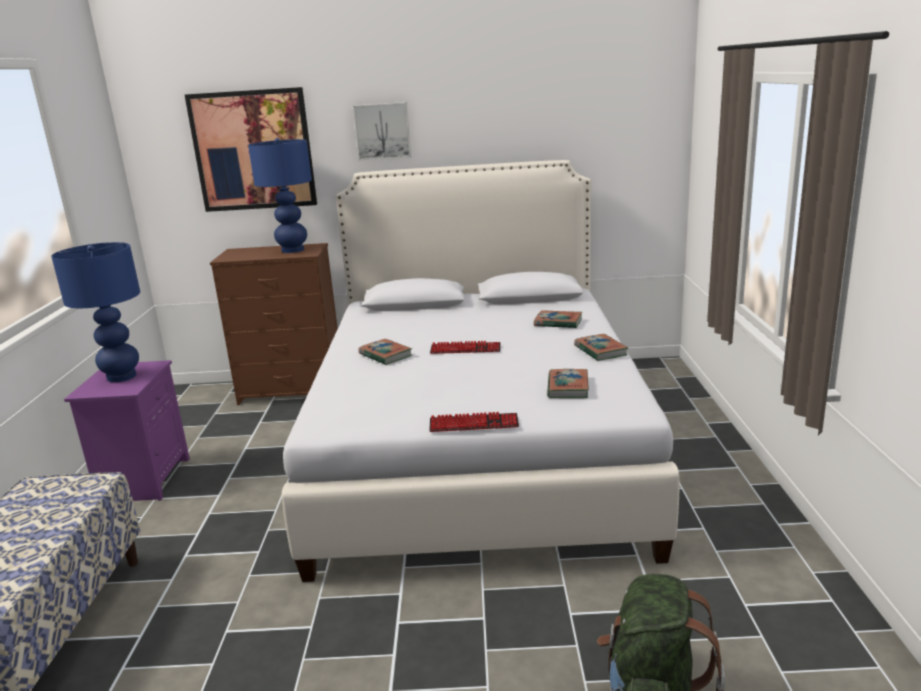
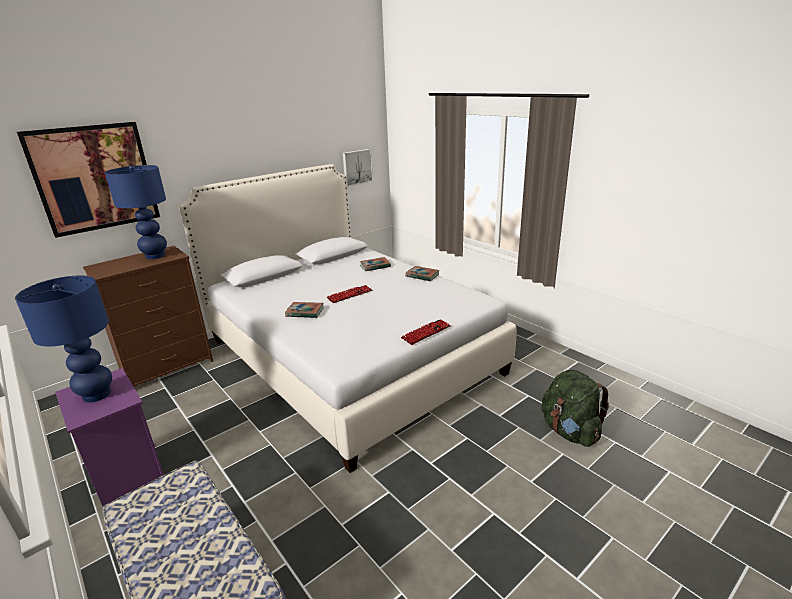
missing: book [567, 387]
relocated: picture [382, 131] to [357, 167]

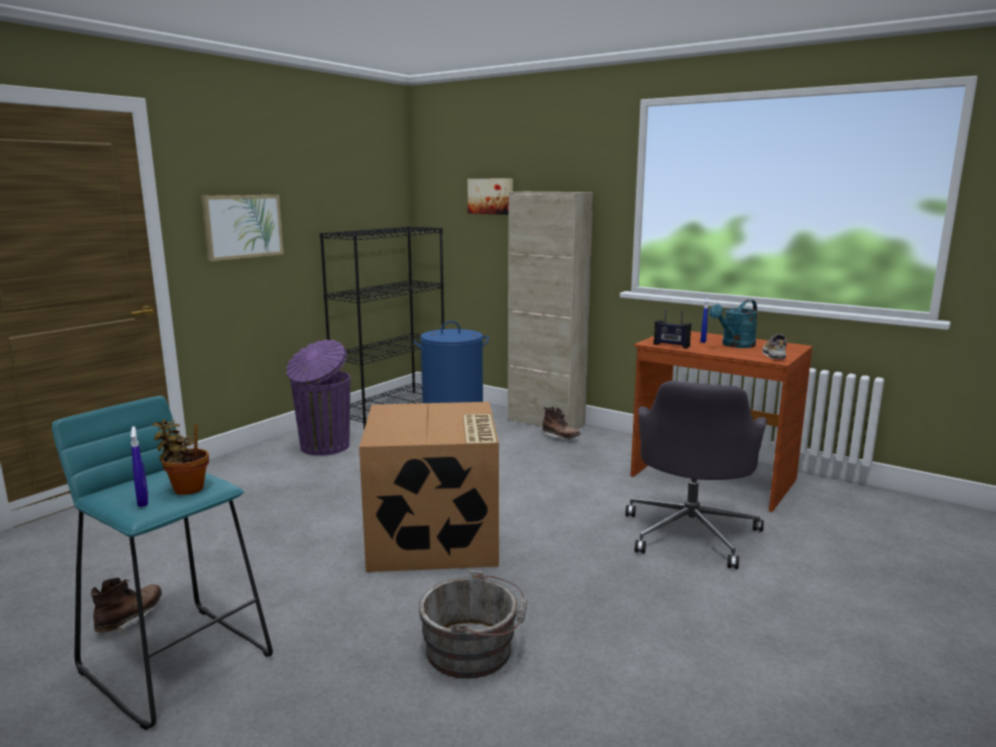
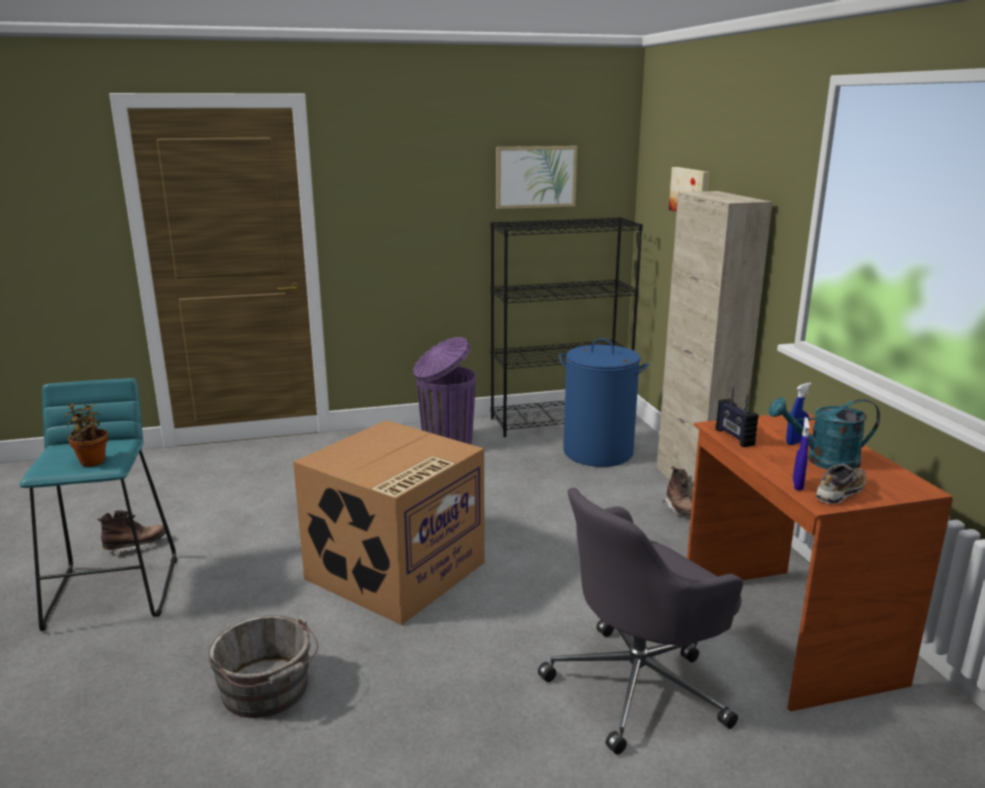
relocated: blue spray bottle [143, 501] to [797, 485]; picture [243, 226] to [535, 177]

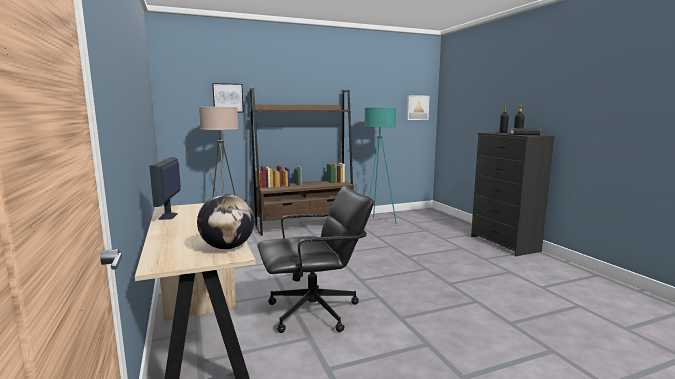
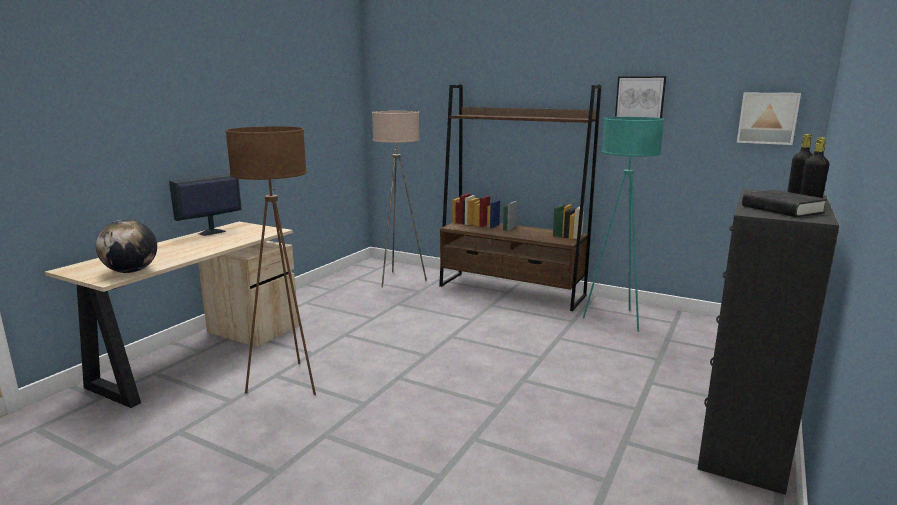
relocated: picture [228, 98] to [640, 99]
exchanged: black office chair [314, 311] to brown floor lamp [287, 383]

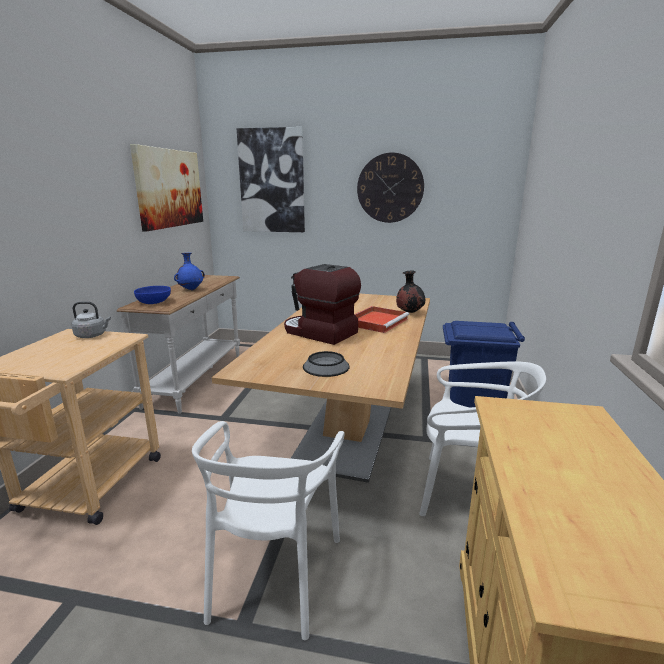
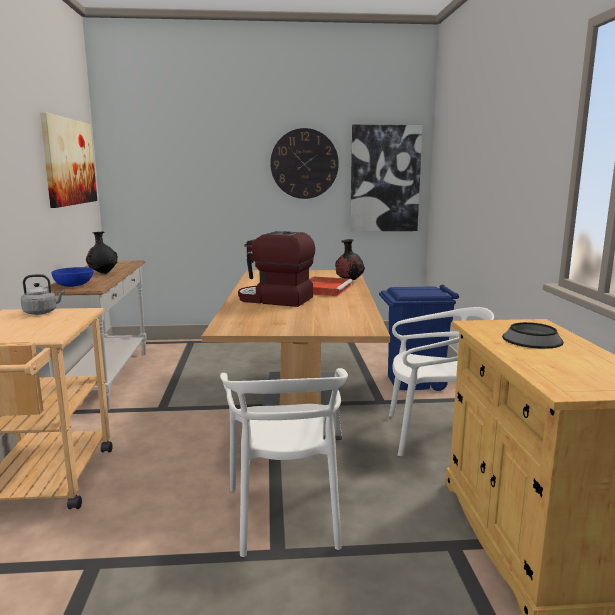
relocated: picture [272, 181] to [385, 179]; bowl [326, 367] to [532, 339]
colour: blue vase [191, 289] to black vase [103, 273]

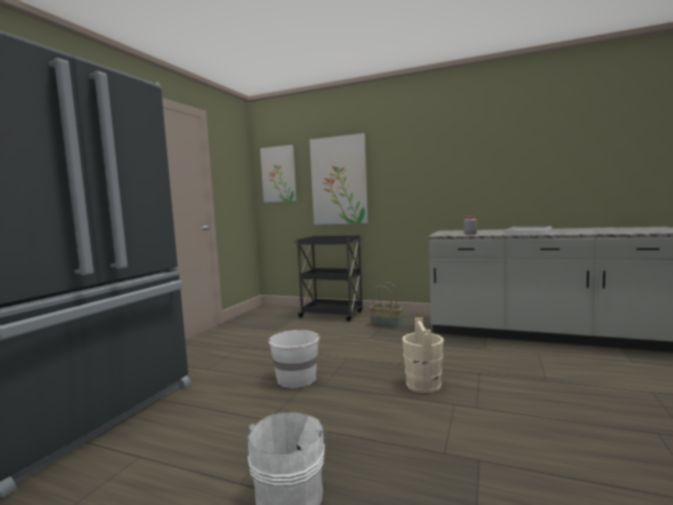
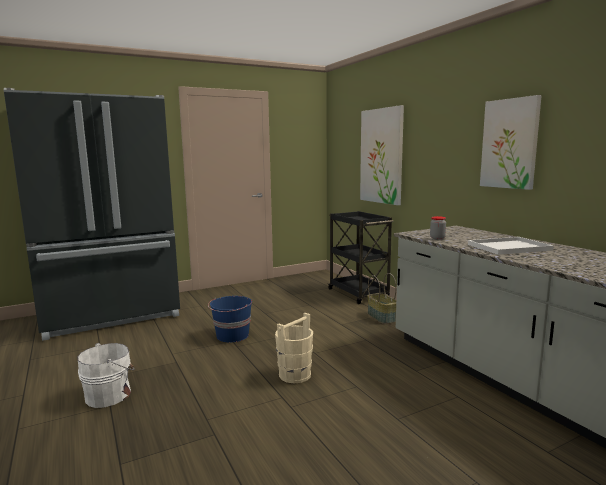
relocated: picture [279, 174] to [510, 144]
colour: white bucket [296, 379] to blue bucket [232, 336]

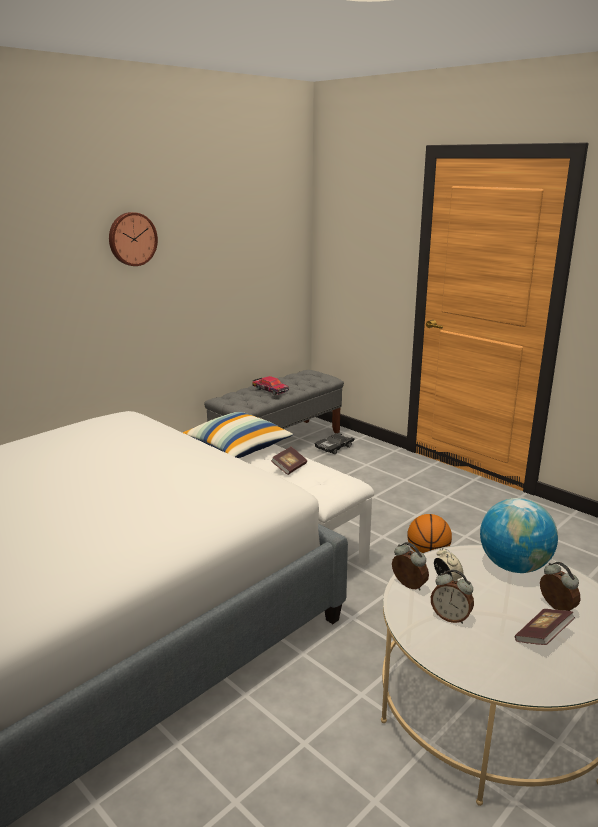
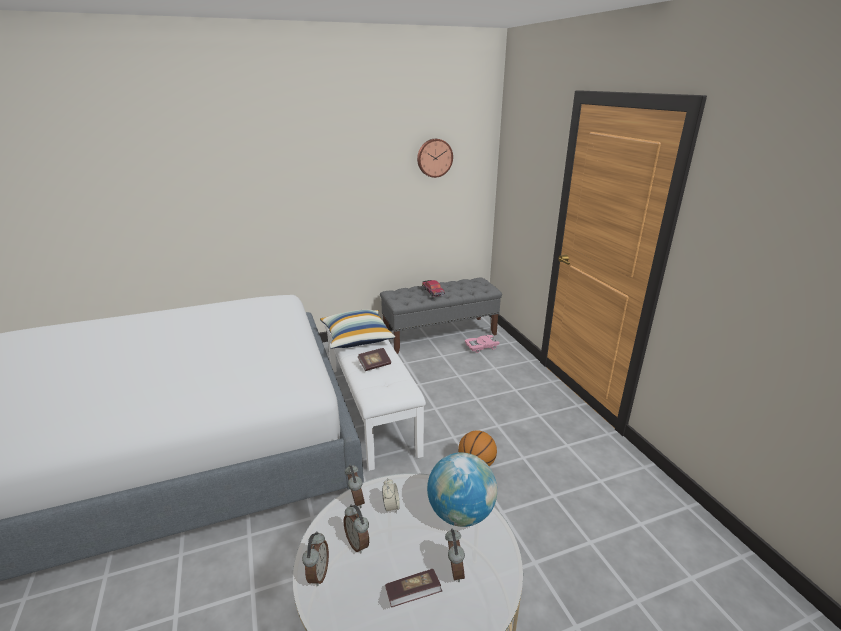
appeared: alarm clock [317, 574]
relocated: wall clock [132, 239] to [434, 158]
colour: black toy car [334, 447] to pink toy car [481, 347]

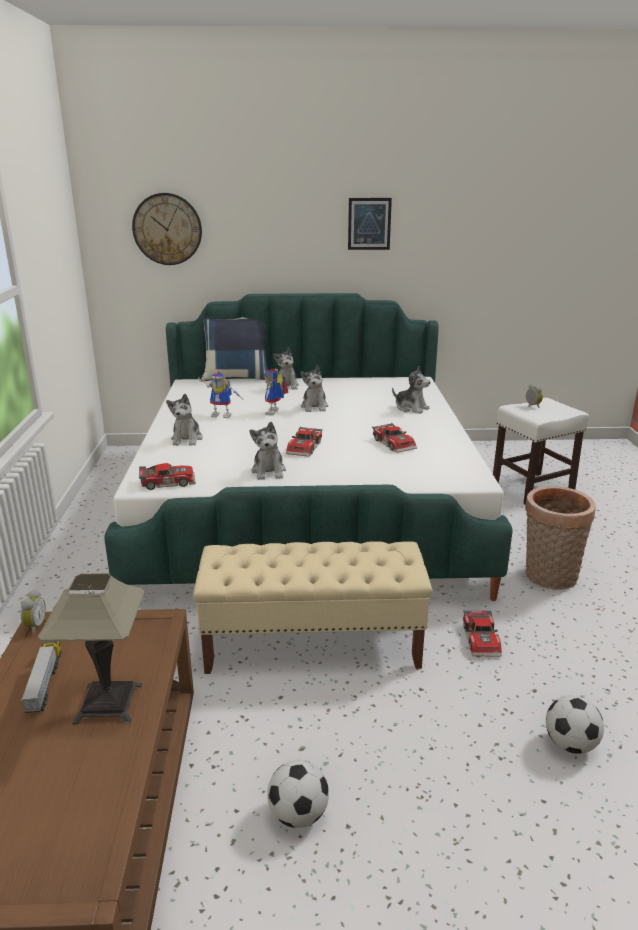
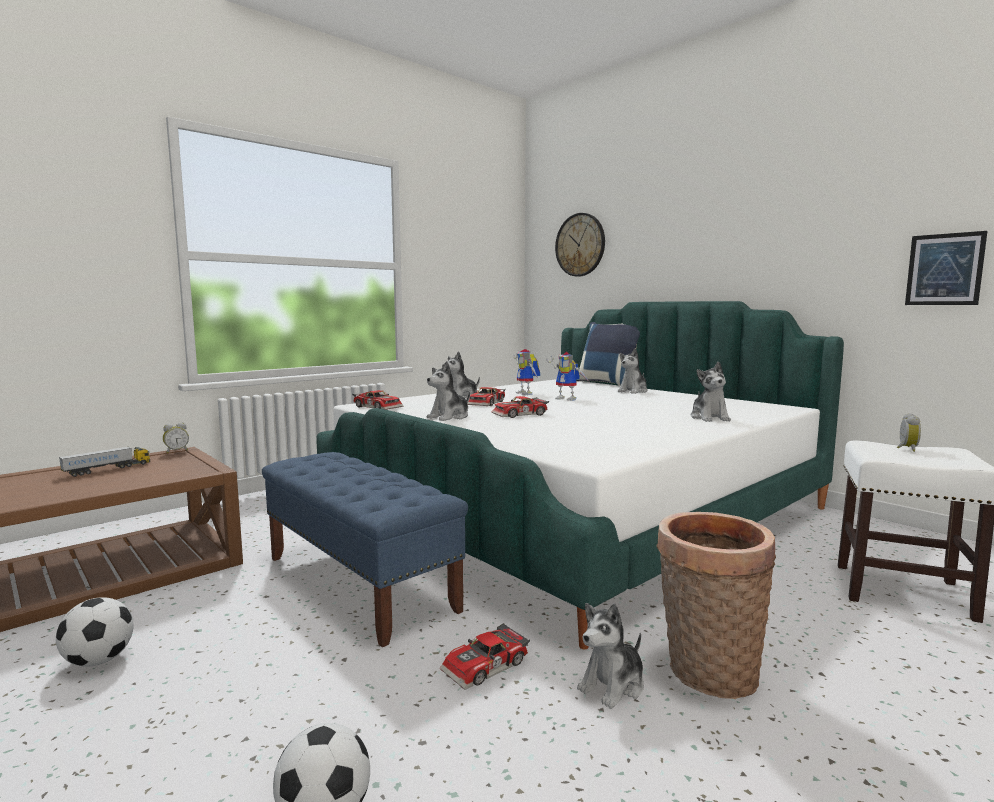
missing: table lamp [108, 703]
relocated: plush toy [314, 407] to [613, 685]; picture [369, 224] to [944, 269]; toy car [395, 443] to [487, 403]
colour: beige bench [313, 645] to blue bench [359, 583]
spun: toy robot [274, 413] = [568, 399] 120 degrees counterclockwise

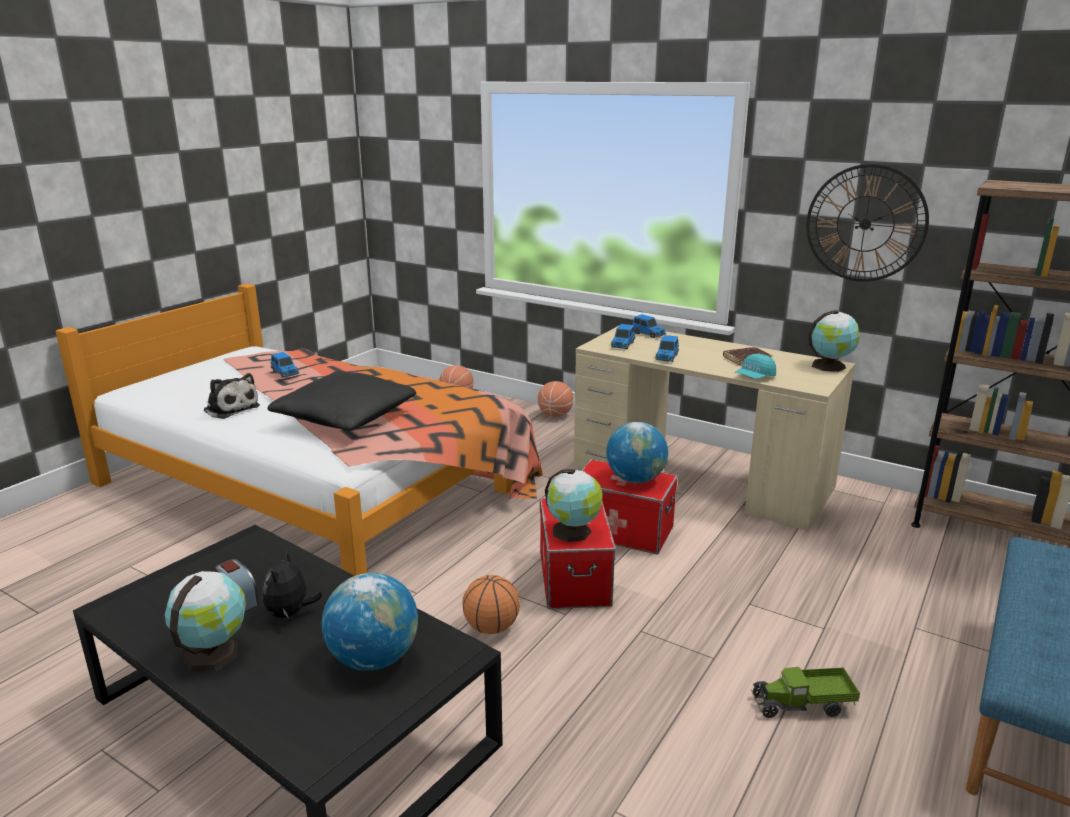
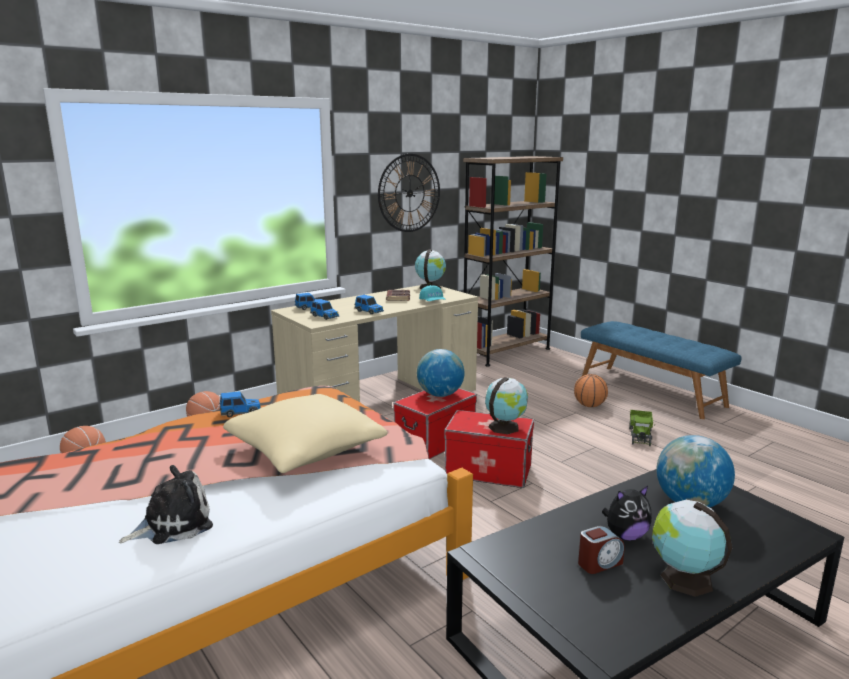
relocated: toy car [285, 373] to [241, 412]; basketball [491, 627] to [589, 406]
colour: black pillow [345, 418] to beige pillow [305, 450]
spun: plush toy [290, 613] = [625, 536] 45 degrees counterclockwise

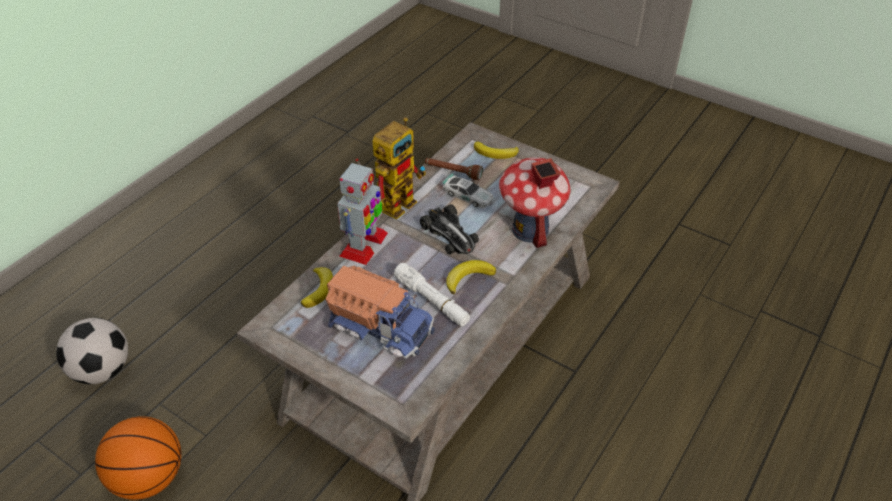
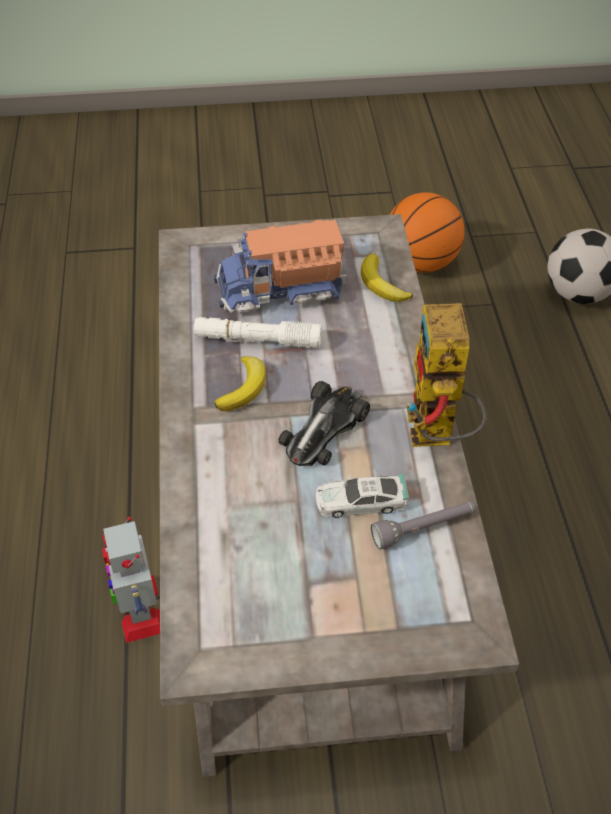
missing: banana [496, 153]; toy house [530, 230]
relocated: toy robot [363, 245] to [139, 607]
colour: brown flashlight [453, 172] to grey flashlight [423, 528]
spun: toy car [449, 233] = [323, 428] 75 degrees counterclockwise

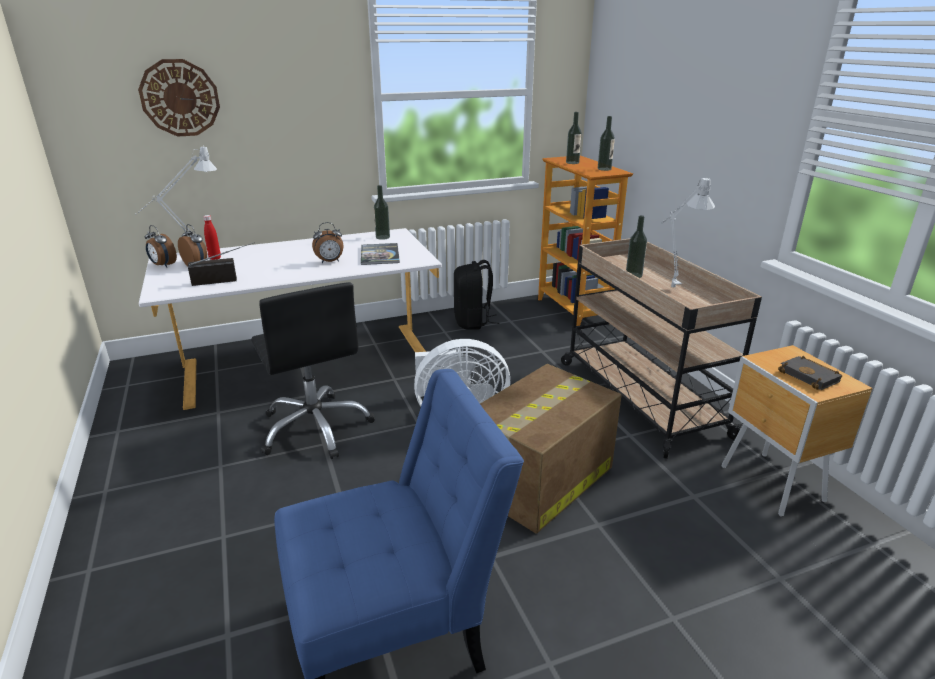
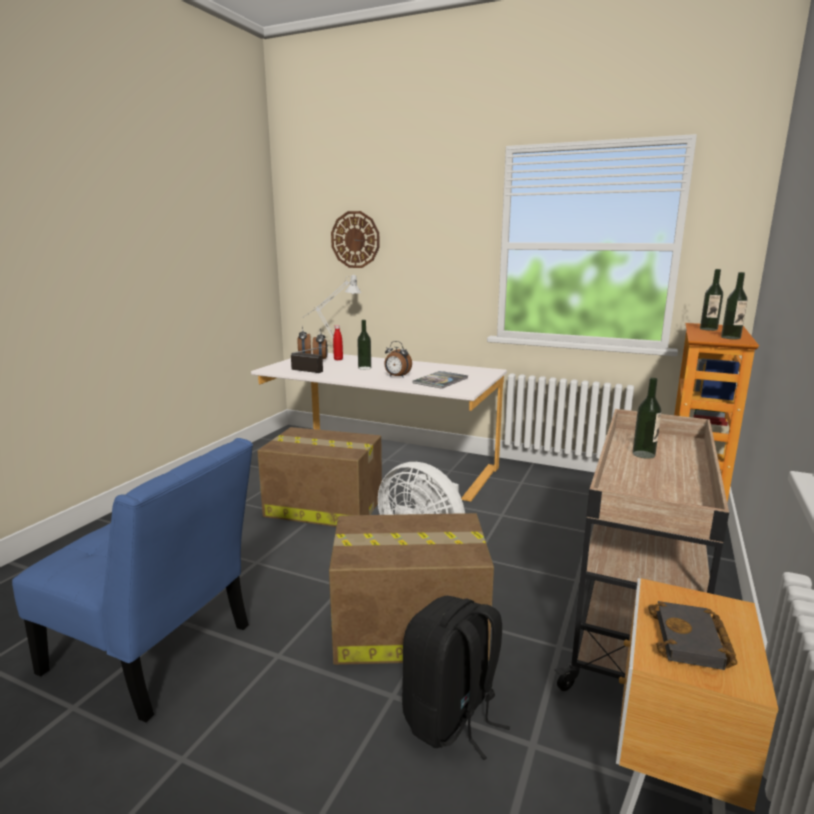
missing: grey table lamp [670, 286]
relocated: bottle [382, 237] to [364, 368]; black backpack [473, 322] to [451, 718]
exchanged: black office chair [316, 427] to cardboard box [322, 507]

